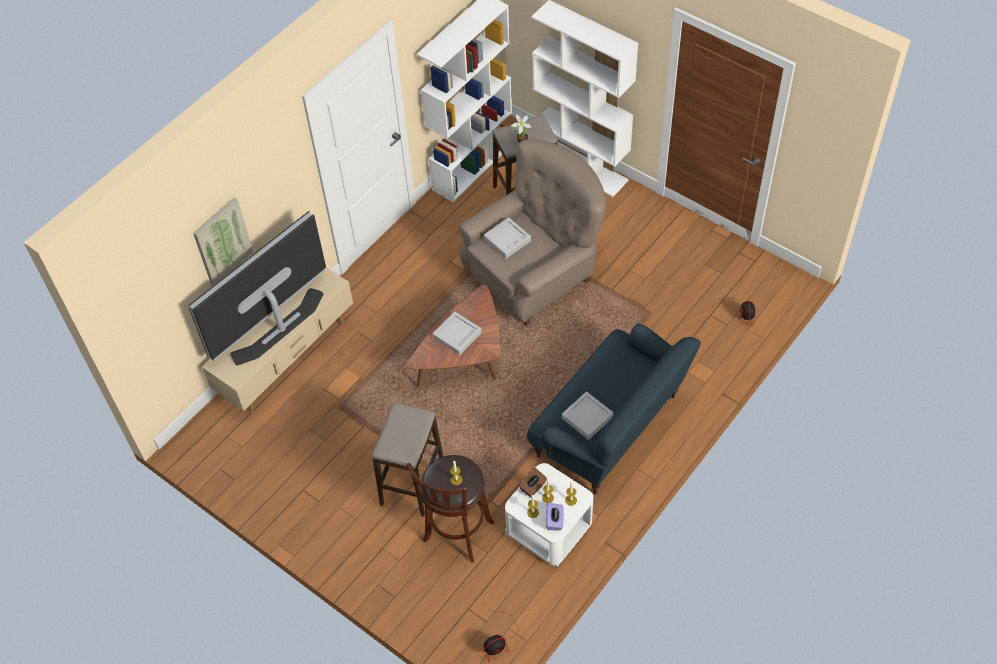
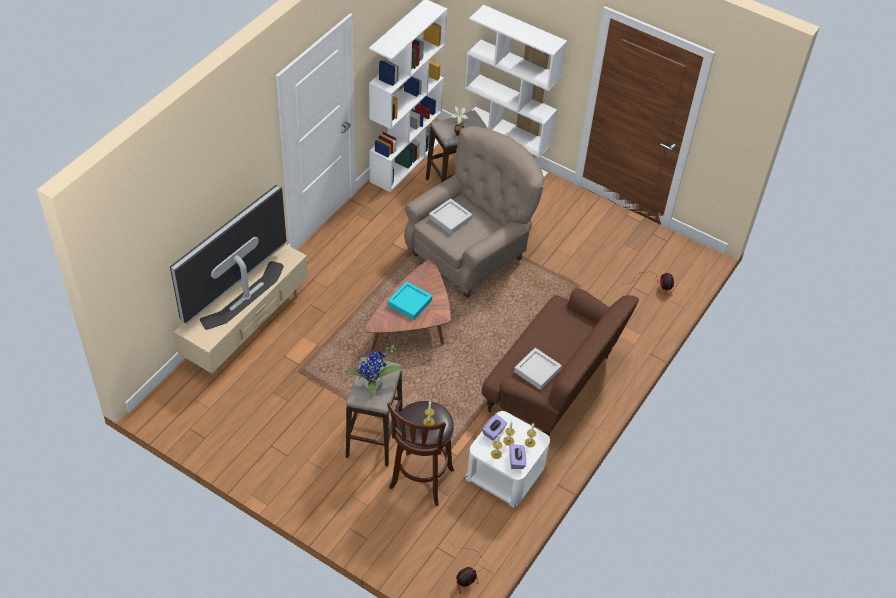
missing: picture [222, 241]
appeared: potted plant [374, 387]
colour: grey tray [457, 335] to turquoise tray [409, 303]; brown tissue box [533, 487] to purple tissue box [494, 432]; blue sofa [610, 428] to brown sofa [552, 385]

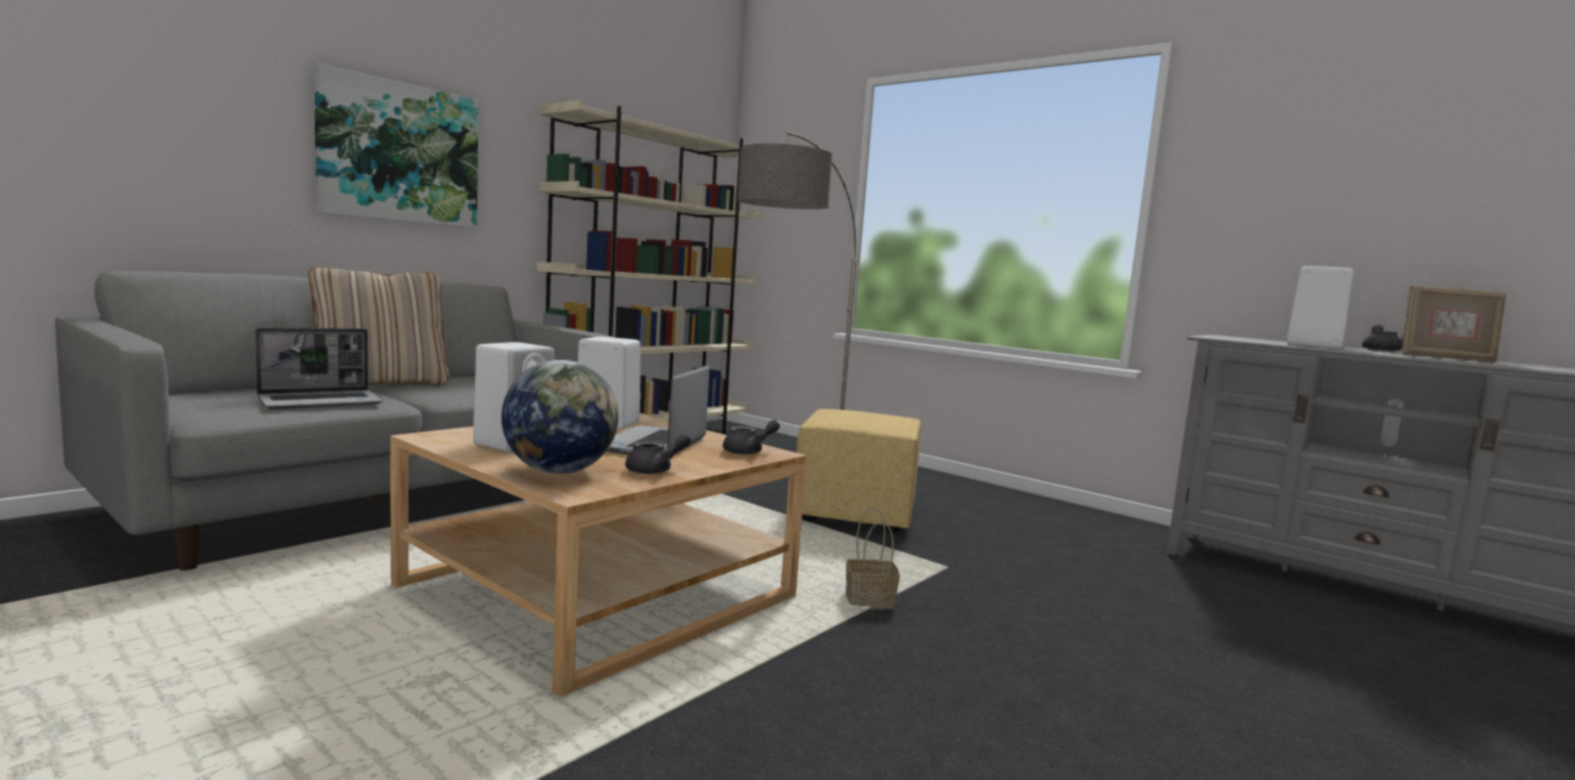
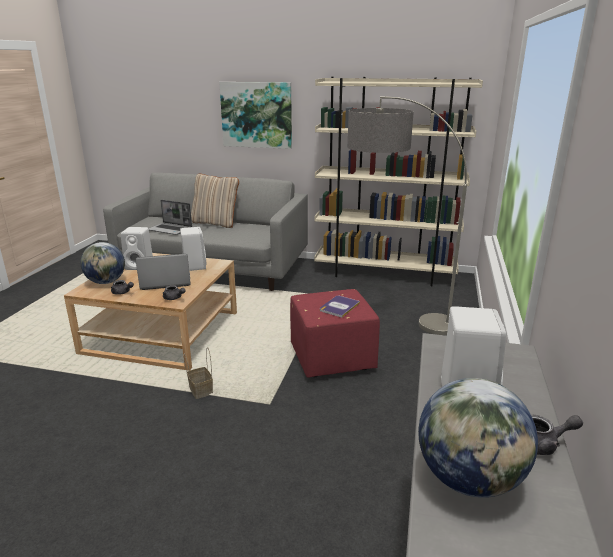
appeared: book [339, 307]
exchanged: picture frame [1445, 358] to globe [469, 479]
colour: yellow ottoman [853, 513] to red ottoman [332, 358]

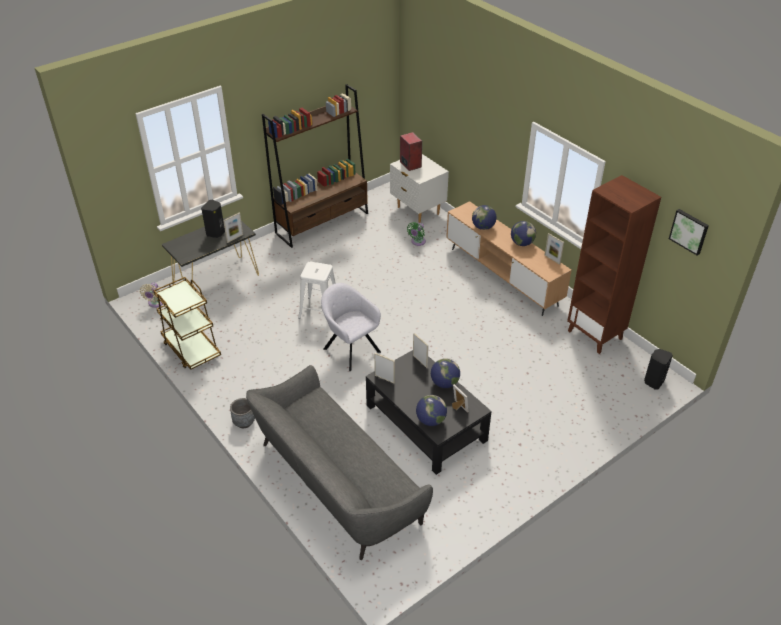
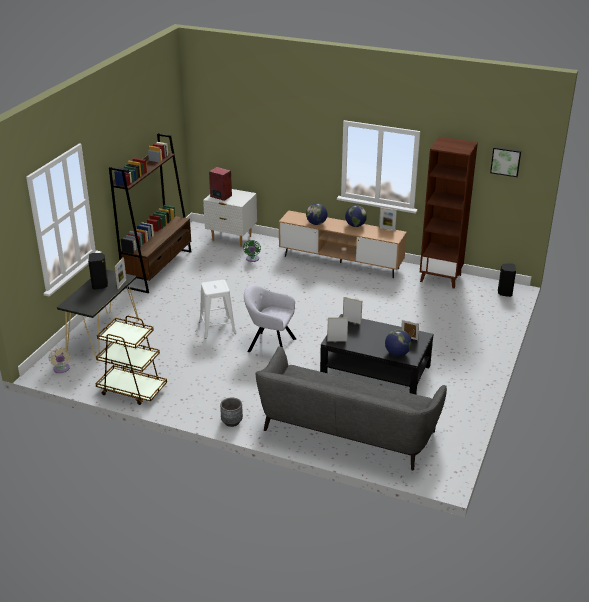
missing: globe [444, 383]

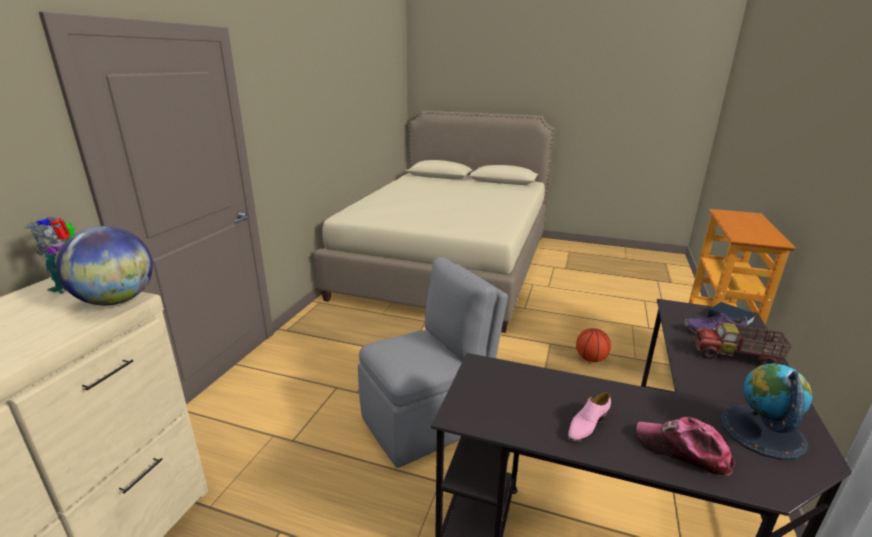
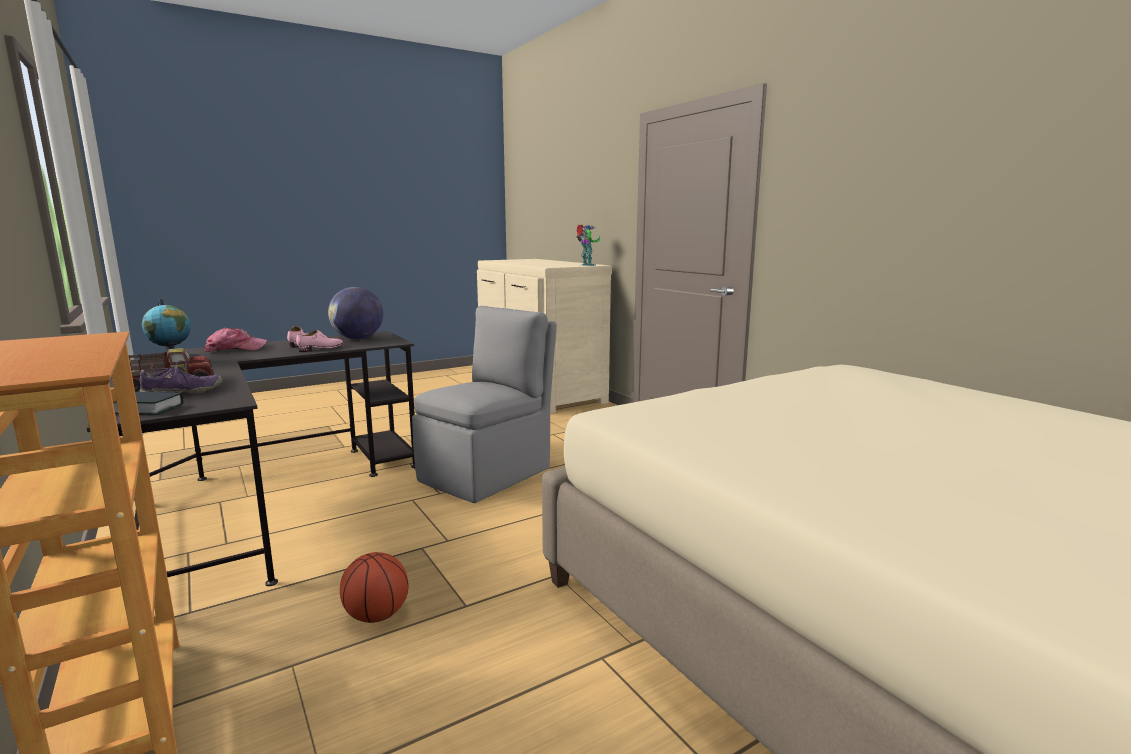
appeared: pink shoe [321, 348]
relocated: globe [117, 300] to [358, 338]
spun: grey chair [428, 421] = [488, 474] 150 degrees counterclockwise

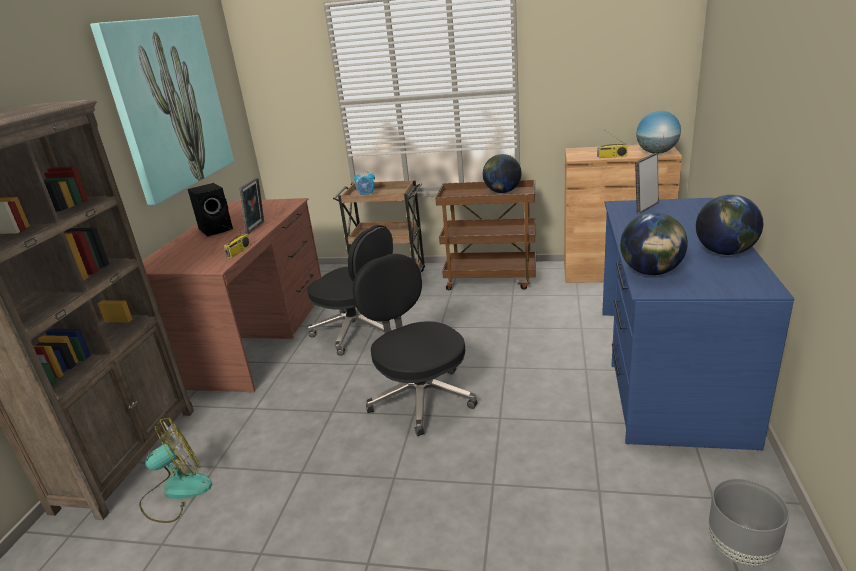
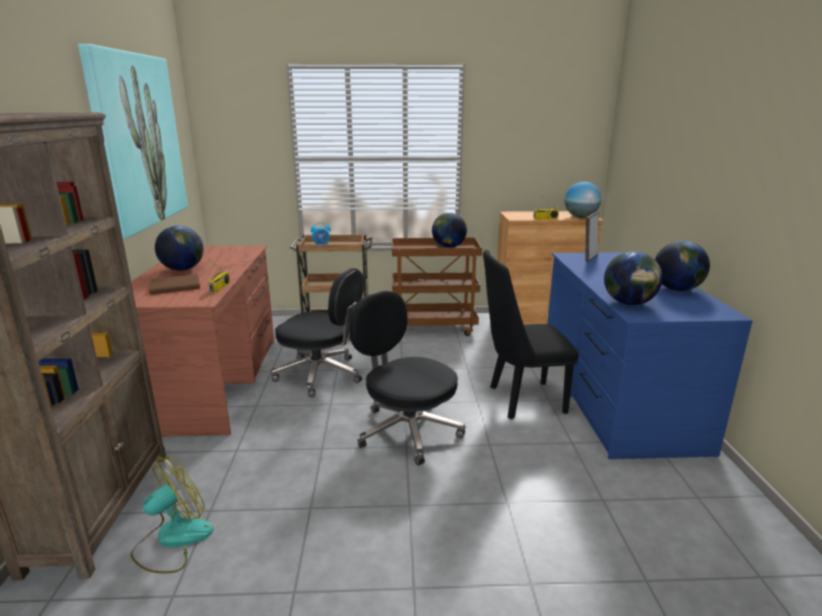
missing: picture frame [257, 227]; grey planter [740, 550]
appeared: brown book [176, 286]; black chair [520, 400]
exchanged: black speaker [217, 229] to globe [183, 269]

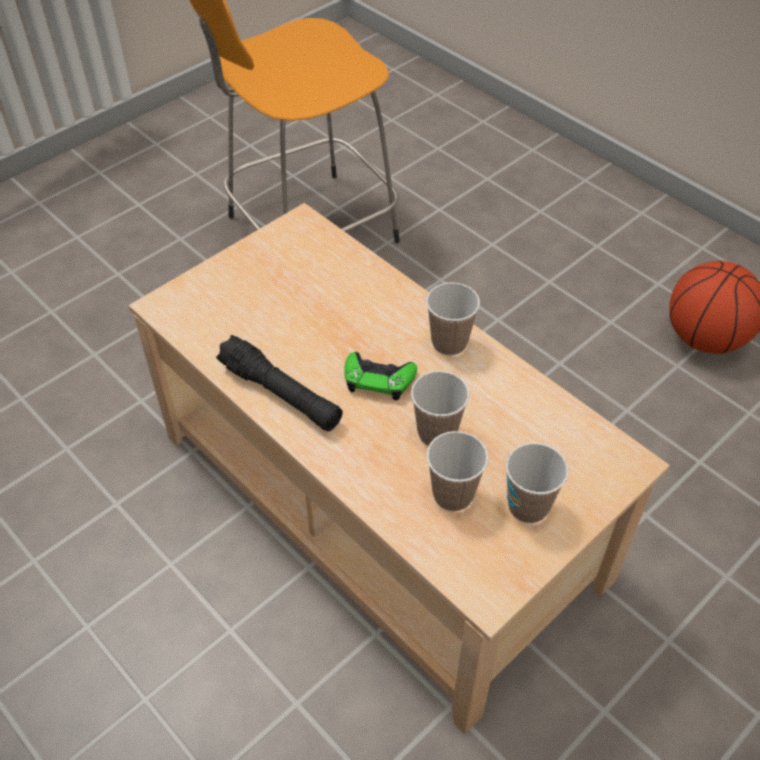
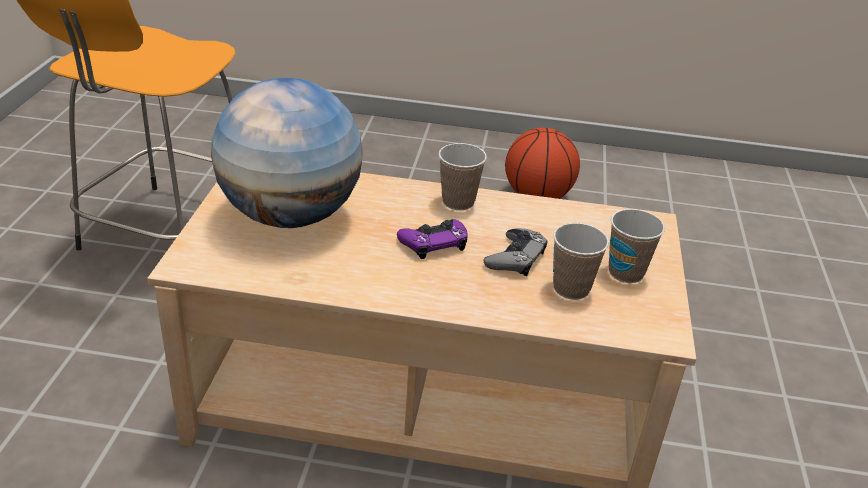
missing: black flashlight [281, 394]
appeared: globe [291, 216]
exchanged: cup [437, 433] to grey game controller [515, 258]
colour: green game controller [378, 379] to purple game controller [434, 243]

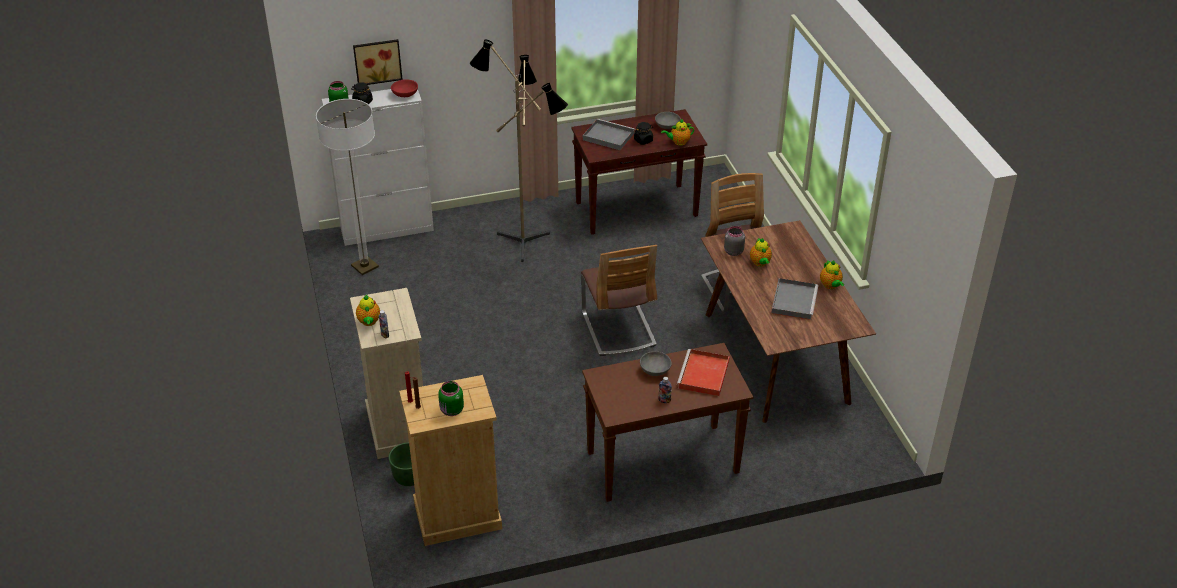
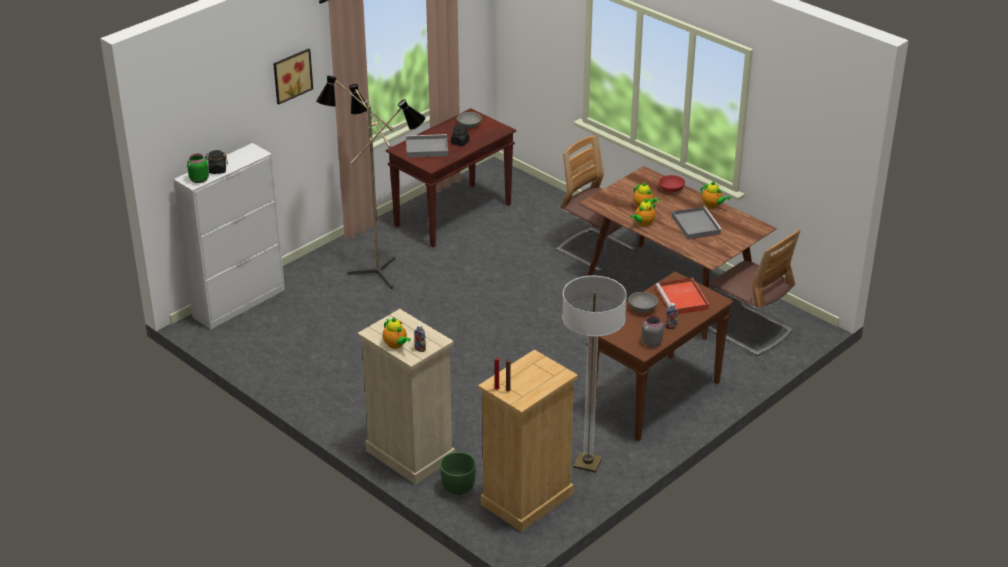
missing: green jar [451, 411]
relocated: floor lamp [365, 266] to [587, 463]; picture [377, 61] to [291, 75]; red bowl [405, 94] to [671, 189]; chair [618, 329] to [748, 330]; teapot [678, 142] to [643, 223]; grey jar [733, 251] to [651, 342]

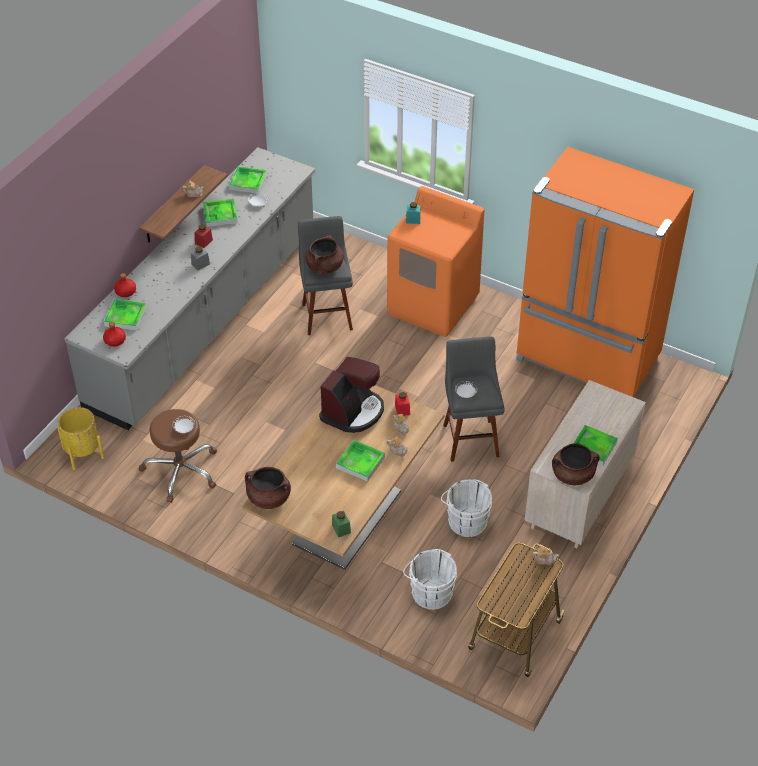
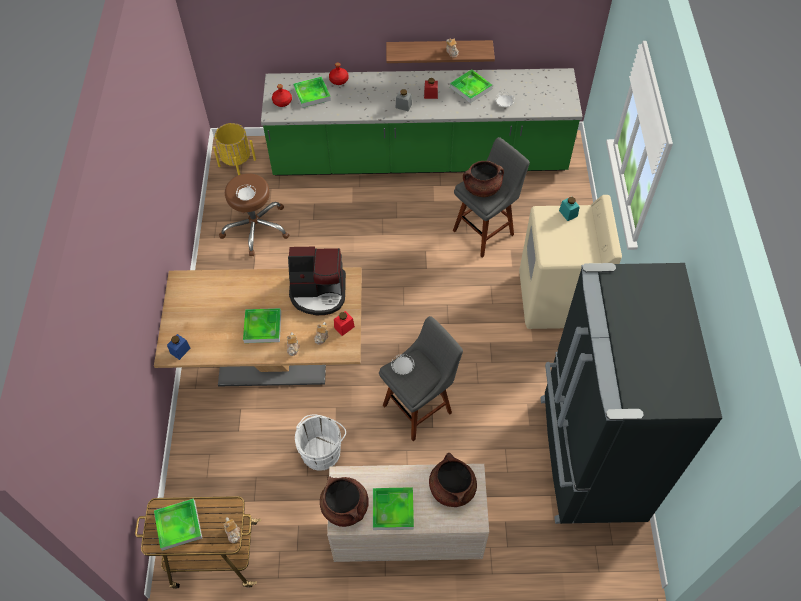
missing: white bucket [430, 592]
relocated: tray [248, 182] to [178, 525]; brown cooking pot [268, 498] to [452, 488]
colour: grey counter [205, 319] to green counter [419, 158]; green jar [341, 529] to blue jar [180, 350]; orange washing machine [433, 305] to beige washing machine [557, 300]; orange fridge [587, 359] to black fridge [588, 458]

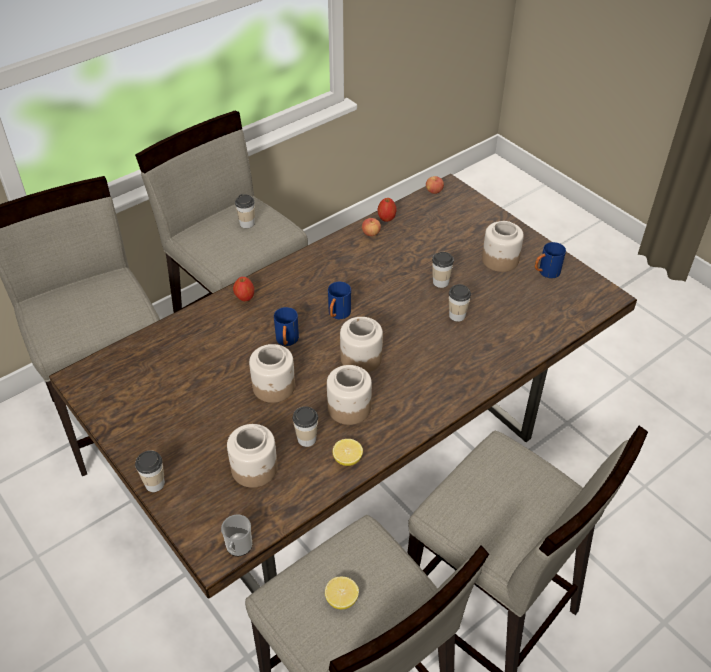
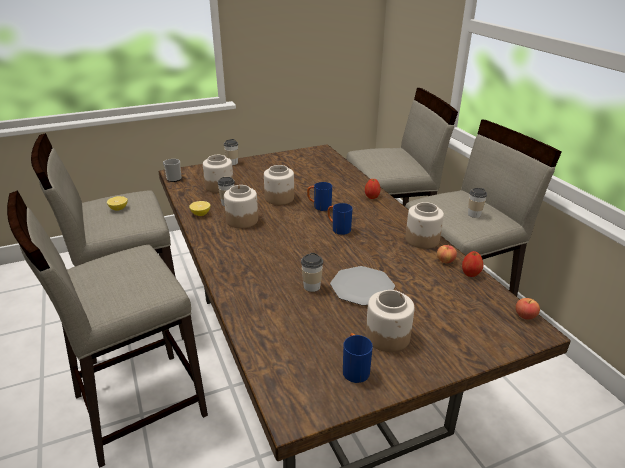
relocated: jar [360, 358] to [422, 240]
exchanged: cup [440, 282] to plate [362, 287]

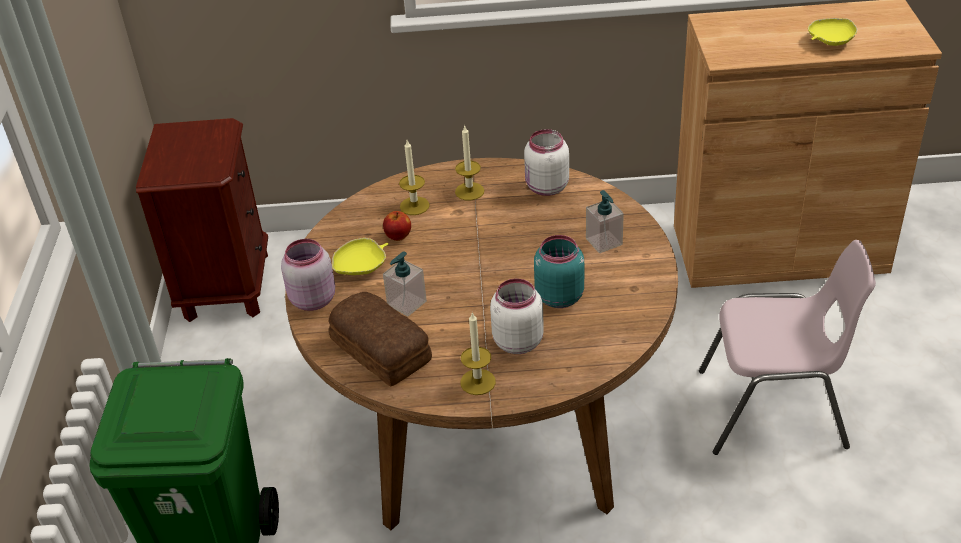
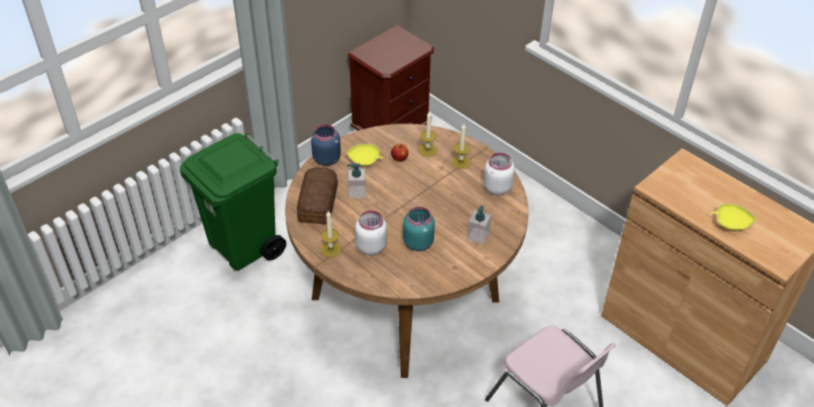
colour: pink jar [311, 299] to blue jar [326, 159]

